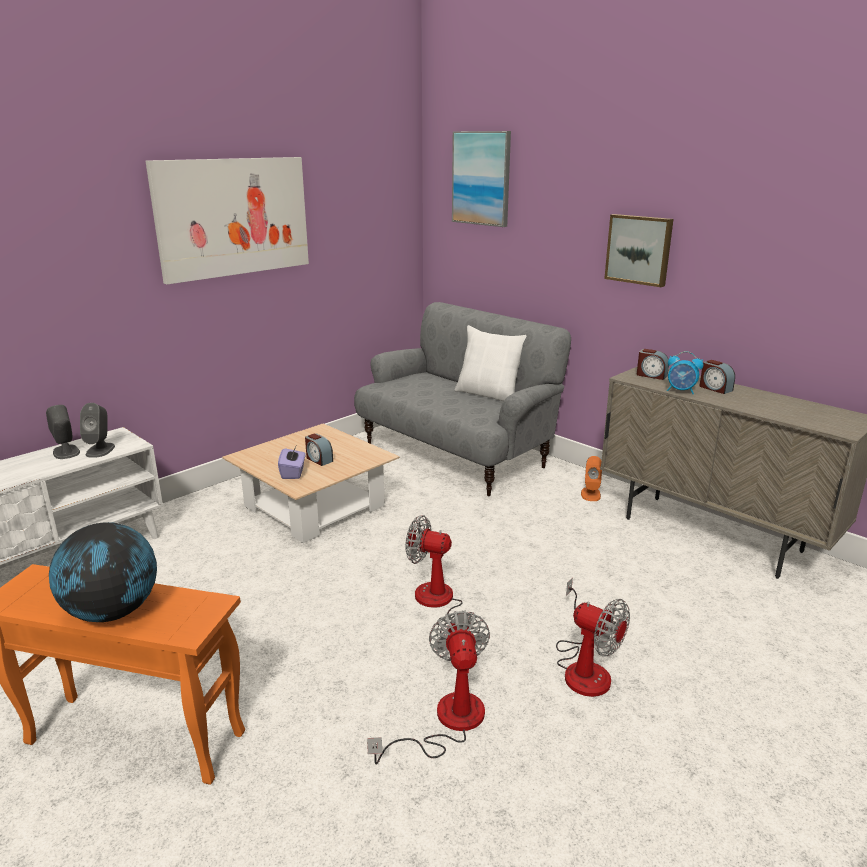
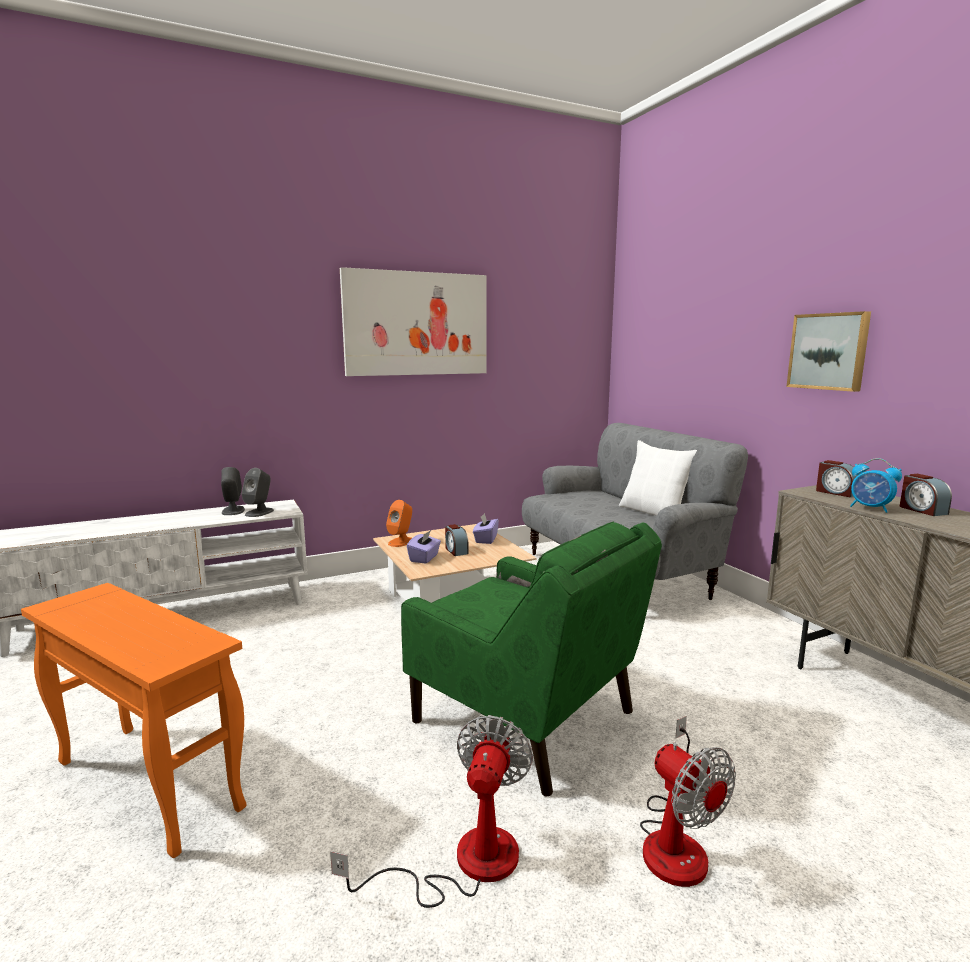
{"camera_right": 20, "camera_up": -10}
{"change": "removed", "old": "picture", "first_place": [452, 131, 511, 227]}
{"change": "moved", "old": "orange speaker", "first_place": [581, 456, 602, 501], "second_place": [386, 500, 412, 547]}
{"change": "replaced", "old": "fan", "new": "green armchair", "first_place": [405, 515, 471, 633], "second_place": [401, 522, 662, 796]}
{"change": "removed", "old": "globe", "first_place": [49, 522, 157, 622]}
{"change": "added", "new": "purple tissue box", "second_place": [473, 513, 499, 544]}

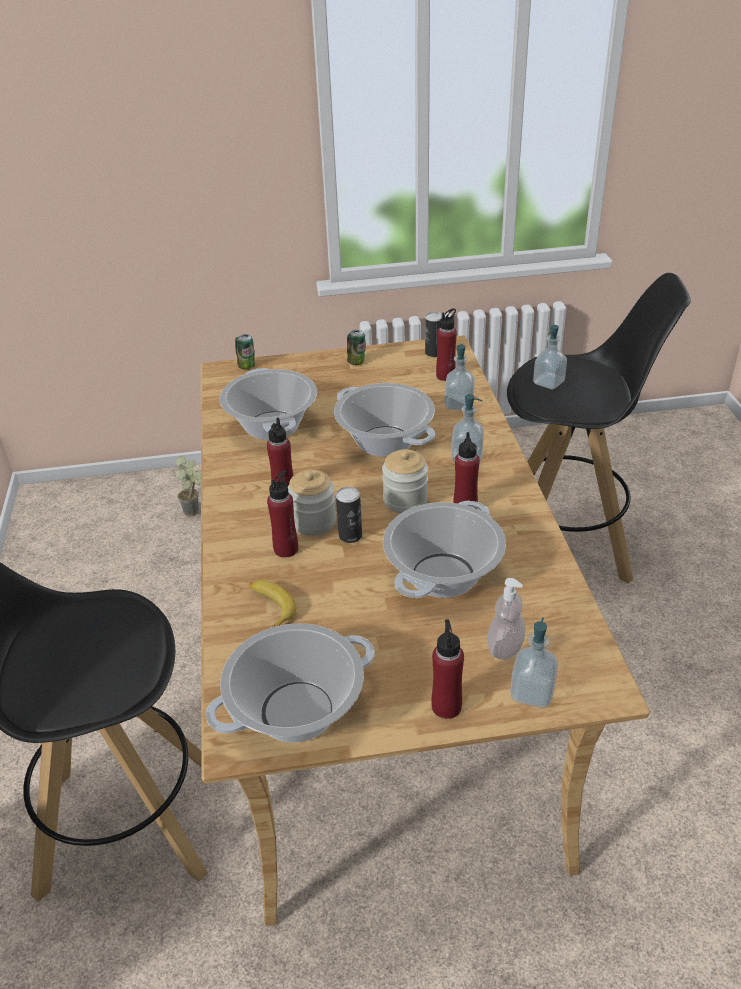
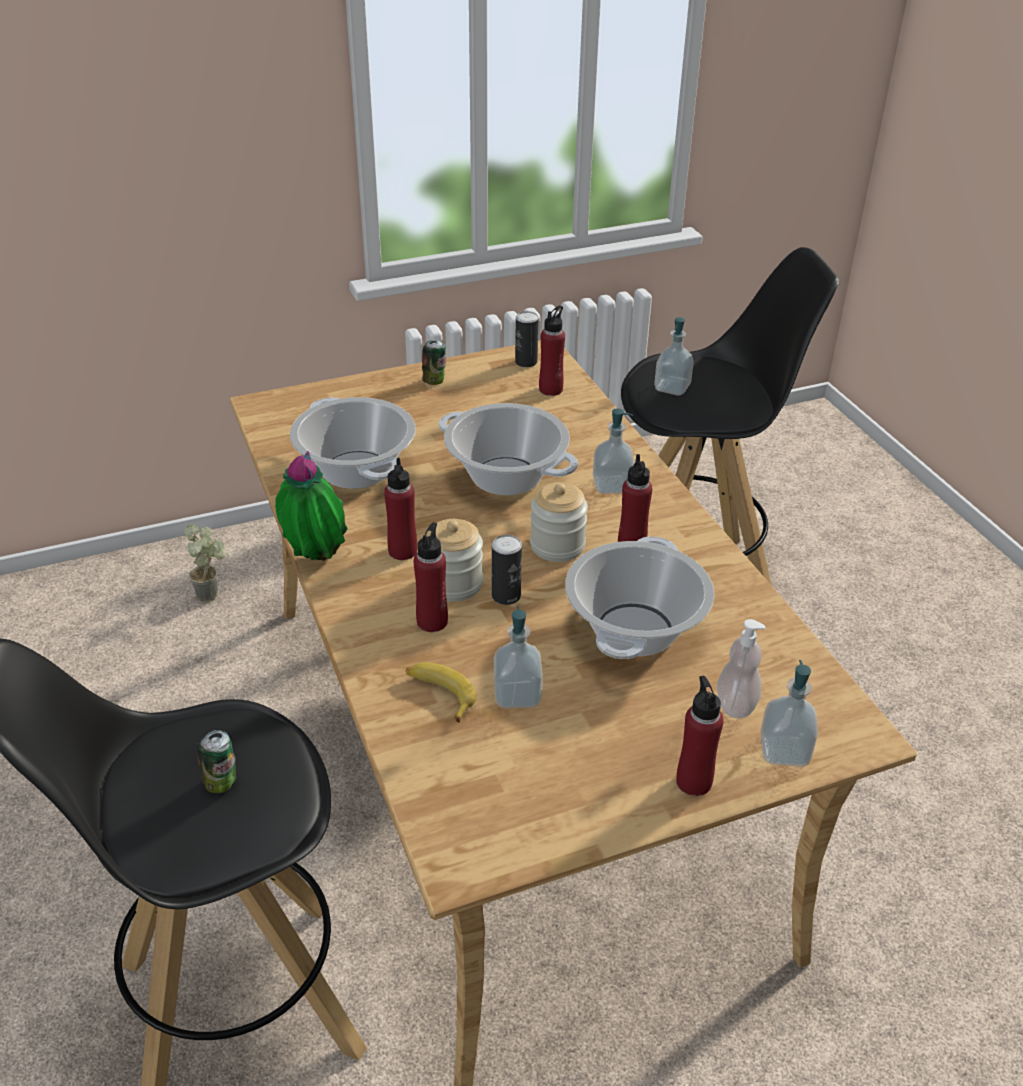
{"camera_right": -15, "camera_up": 0}
{"change": "moved", "old": "can", "first_place": [235, 334, 255, 369], "second_place": [197, 730, 236, 793]}
{"change": "moved", "old": "soap dispenser", "first_place": [445, 344, 475, 410], "second_place": [494, 606, 543, 709]}
{"change": "removed", "old": "cooking pot", "first_place": [206, 623, 375, 743]}
{"change": "added", "new": "potted plant", "second_place": [275, 451, 347, 561]}

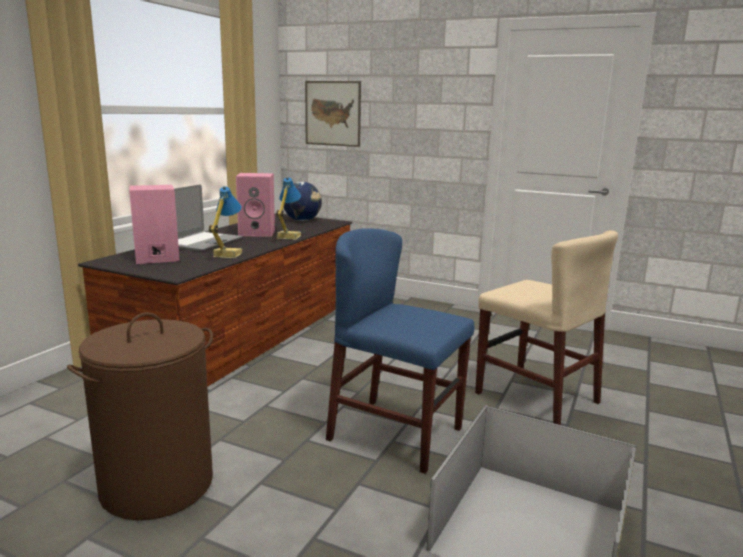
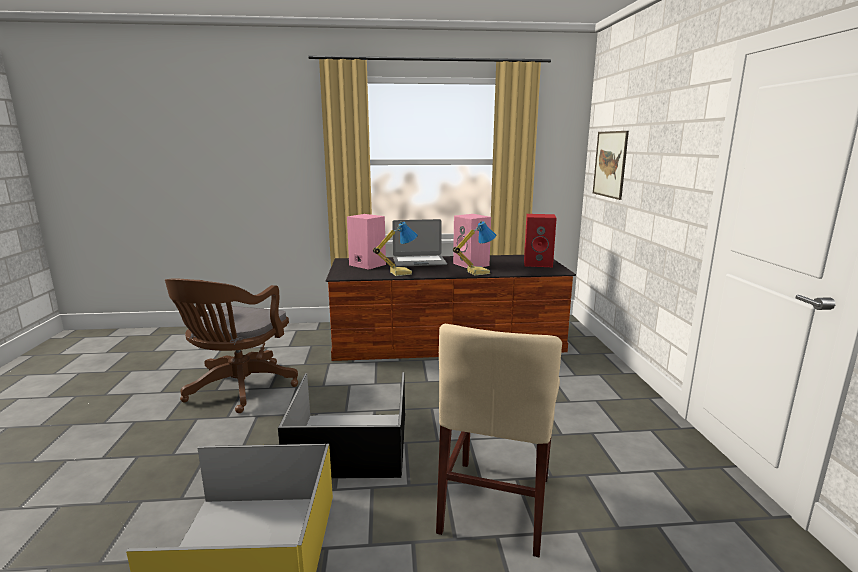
{"camera_right": 60, "camera_up": 0}
{"change": "replaced", "old": "globe", "new": "red speaker", "first_place": [284, 182, 322, 221], "second_place": [524, 214, 557, 267]}
{"change": "replaced", "old": "blue chair", "new": "black storage box", "first_place": [326, 228, 474, 474], "second_place": [278, 372, 405, 479]}
{"change": "replaced", "old": "brown laundry basket", "new": "brown office chair", "first_place": [67, 312, 213, 520], "second_place": [165, 278, 298, 413]}

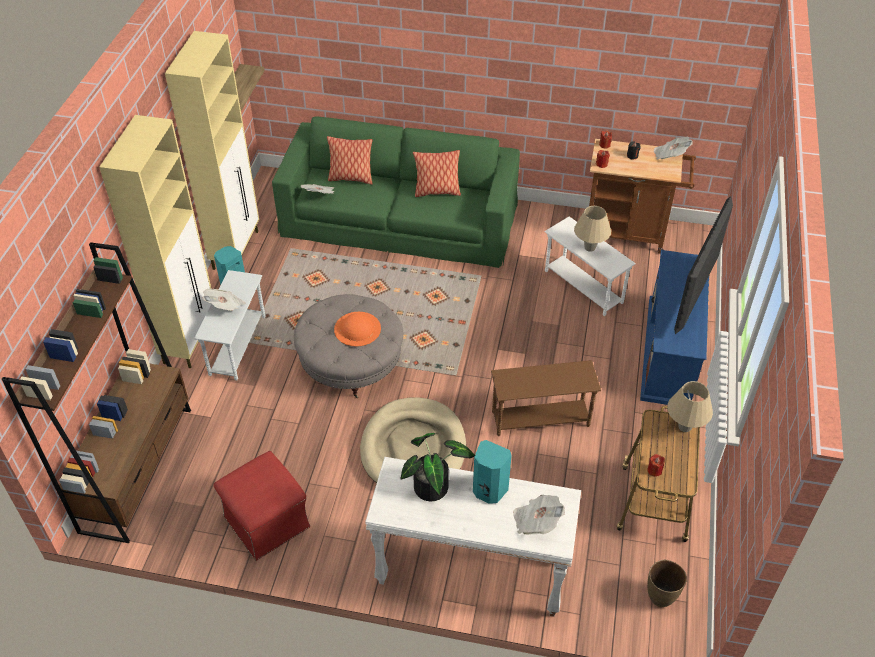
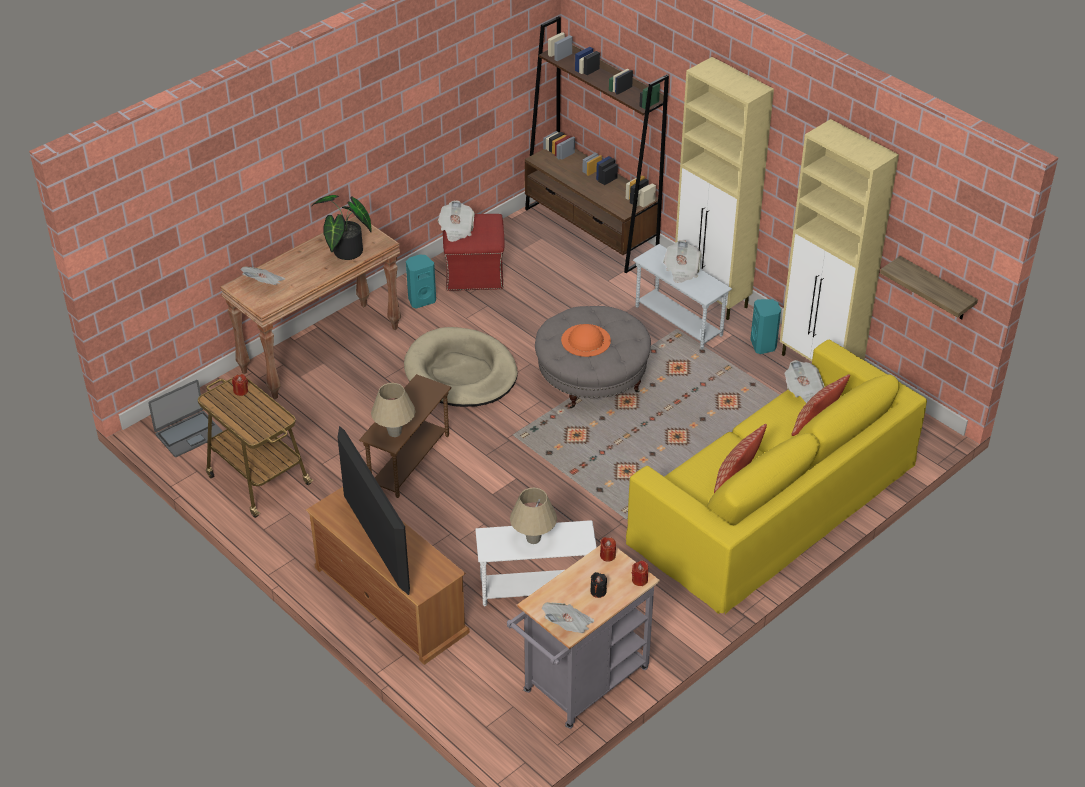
{"camera_right": 125, "camera_up": -5}
{"change": "recoloured", "old": "green sofa", "new": "yellow sofa", "first_place": [272, 116, 520, 268], "second_place": [626, 340, 927, 614]}
{"change": "recoloured", "old": "brown cart", "new": "grey cart", "first_place": [589, 139, 696, 253], "second_place": [507, 545, 660, 729]}
{"change": "recoloured", "old": "blue tv stand", "new": "brown tv stand", "first_place": [640, 250, 709, 405], "second_place": [306, 487, 470, 665]}
{"change": "moved", "old": "beige table lamp", "first_place": [667, 381, 713, 432], "second_place": [371, 383, 416, 437]}
{"change": "moved", "old": "turquoise speaker", "first_place": [473, 440, 512, 504], "second_place": [406, 254, 436, 309]}
{"change": "recoloured", "old": "white console table", "new": "brown console table", "first_place": [365, 457, 581, 617], "second_place": [220, 216, 401, 399]}
{"change": "replaced", "old": "brown vase", "new": "laptop", "first_place": [647, 560, 687, 607], "second_place": [148, 380, 222, 457]}
{"change": "added", "new": "newspaper", "second_place": [438, 200, 475, 242]}

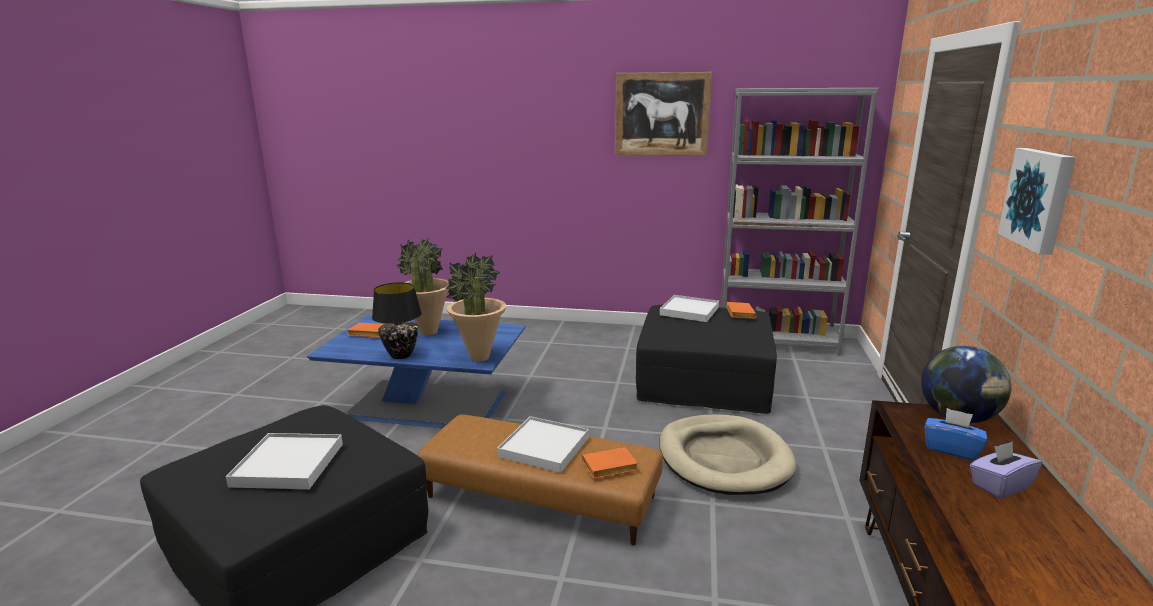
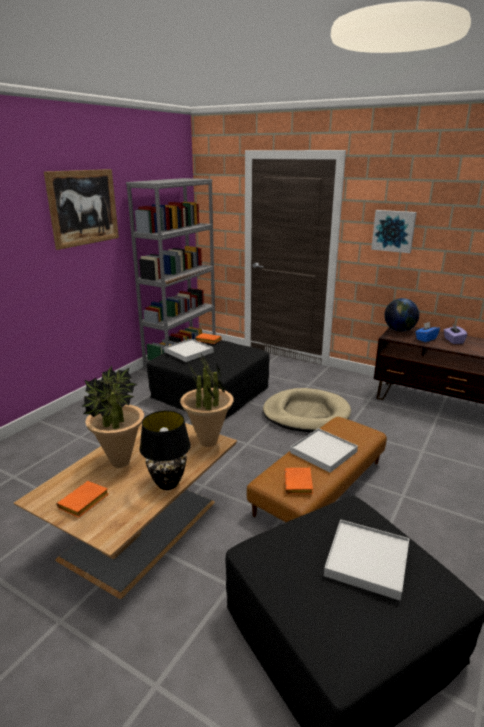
{"camera_right": -70, "camera_up": 5}
{"change": "recoloured", "old": "blue coffee table", "new": "brown coffee table", "first_place": [307, 315, 526, 428], "second_place": [14, 423, 237, 599]}
{"change": "moved", "old": "orange book", "first_place": [582, 447, 638, 479], "second_place": [284, 468, 313, 494]}

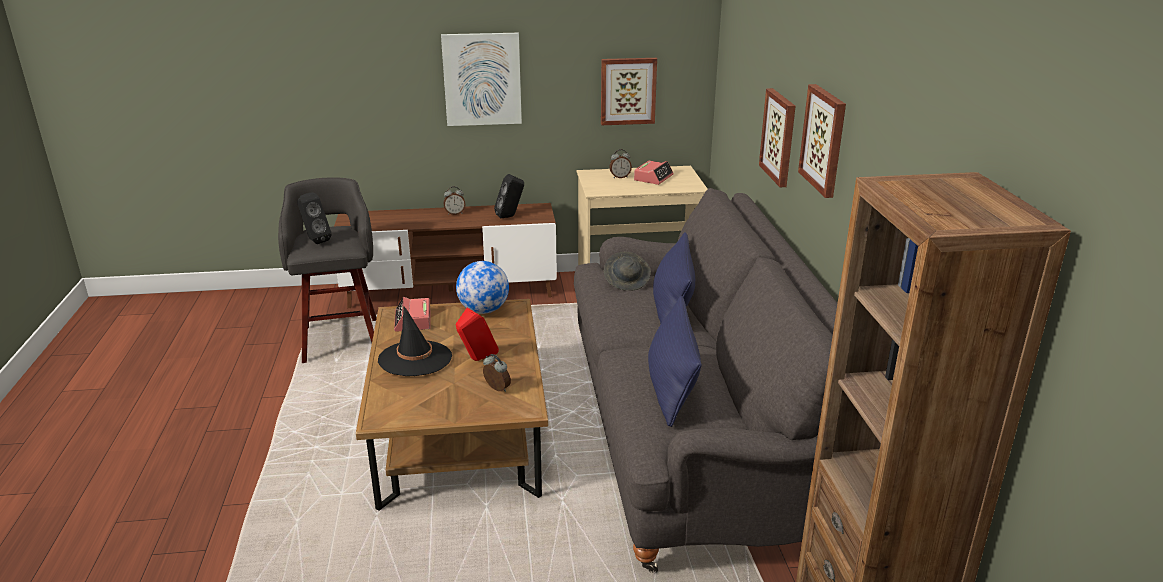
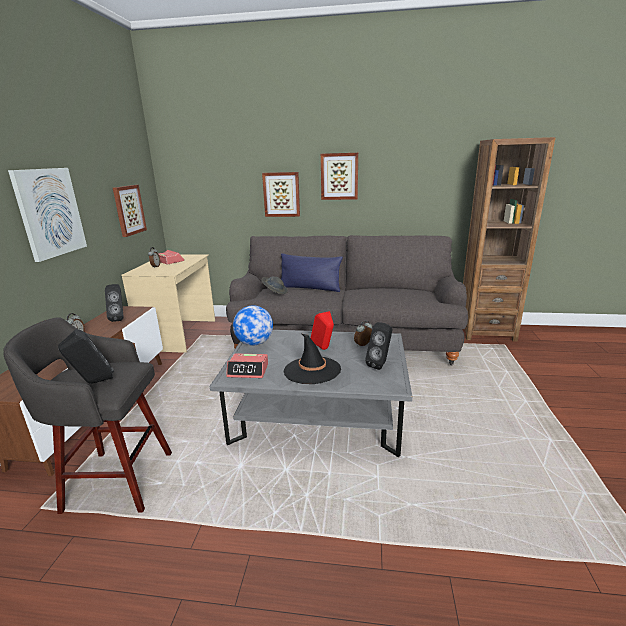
{"camera_right": -75, "camera_up": -5}
{"change": "removed", "old": "blue pillow", "first_place": [648, 296, 702, 427]}
{"change": "recoloured", "old": "brown coffee table", "new": "grey coffee table", "first_place": [356, 299, 548, 511], "second_place": [210, 330, 412, 457]}
{"change": "added", "new": "black speaker", "second_place": [365, 322, 392, 370]}

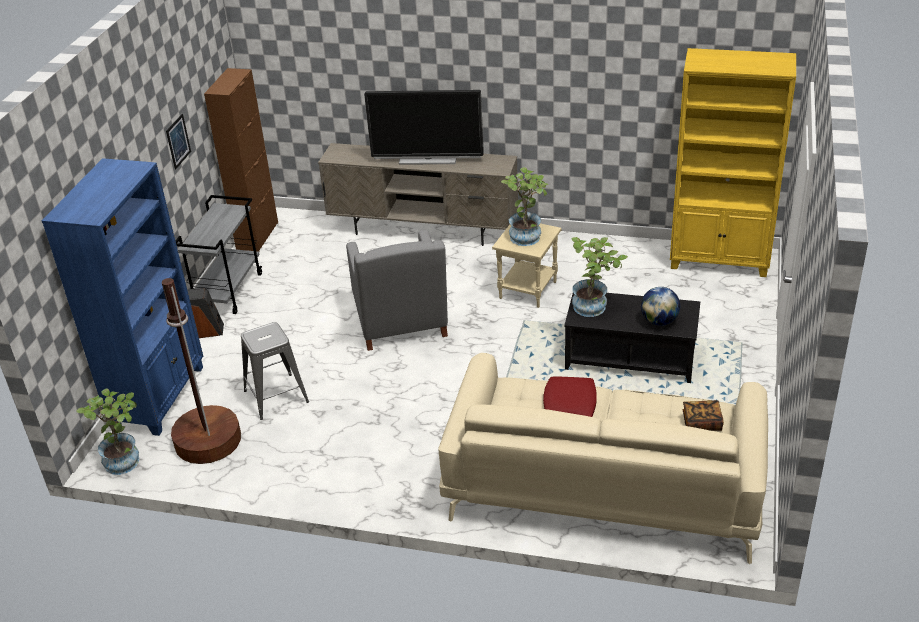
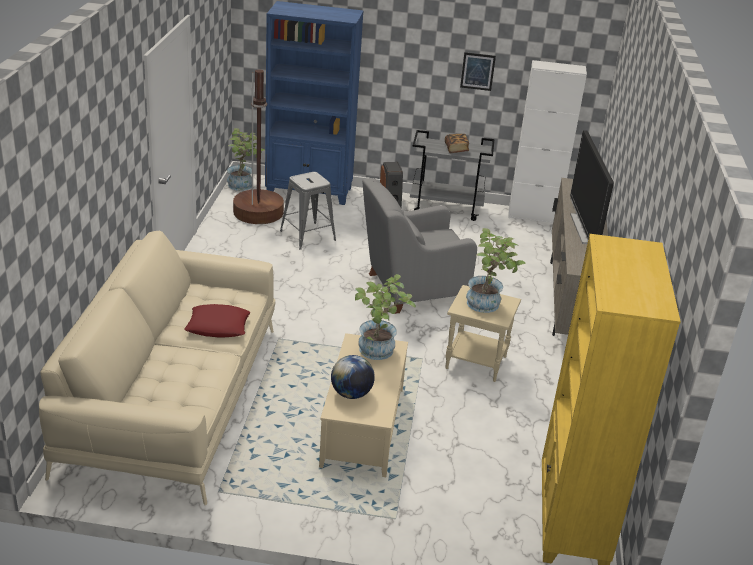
{"camera_right": 80, "camera_up": -5}
{"change": "recoloured", "old": "brown cabinet", "new": "white cabinet", "first_place": [204, 68, 278, 252], "second_place": [508, 60, 587, 223]}
{"change": "recoloured", "old": "black coffee table", "new": "beige coffee table", "first_place": [564, 293, 700, 383], "second_place": [319, 333, 408, 477]}
{"change": "moved", "old": "book", "first_place": [683, 400, 724, 431], "second_place": [445, 134, 469, 153]}

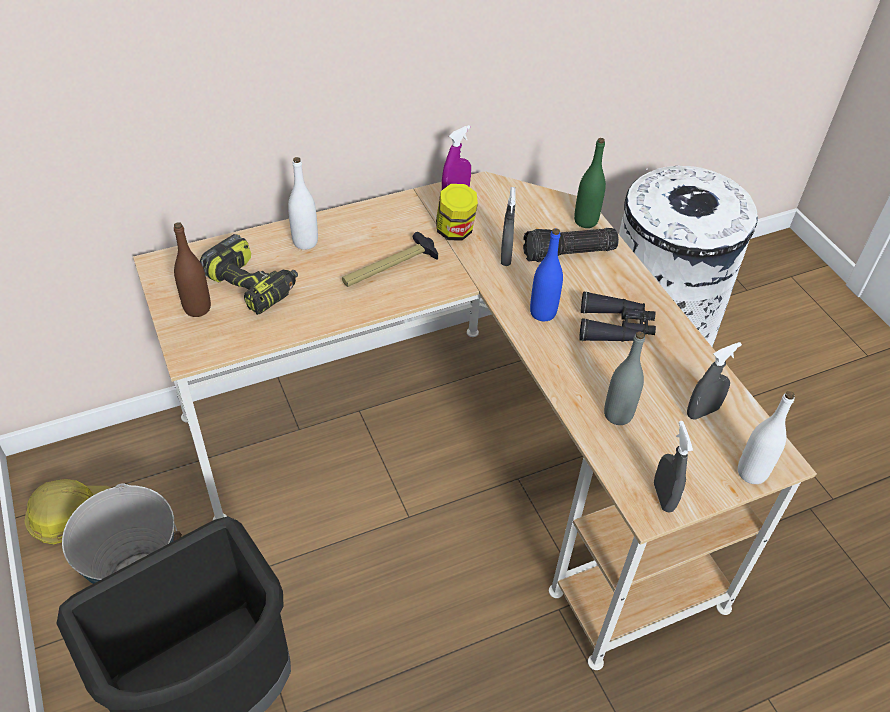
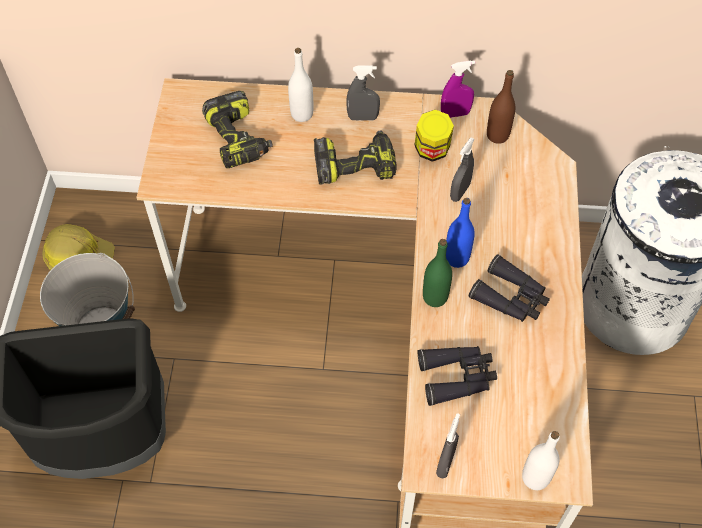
{"camera_right": 30, "camera_up": 10}
{"change": "moved", "old": "green bottle", "first_place": [574, 138, 606, 228], "second_place": [423, 239, 452, 307]}
{"change": "moved", "old": "brown bottle", "first_place": [174, 222, 211, 317], "second_place": [487, 70, 515, 144]}
{"change": "removed", "old": "flashlight", "first_place": [523, 228, 619, 262]}
{"change": "replaced", "old": "hammer", "new": "power drill", "first_place": [342, 232, 438, 287], "second_place": [314, 131, 397, 185]}
{"change": "replaced", "old": "grey bottle", "new": "black binoculars", "first_place": [604, 331, 645, 425], "second_place": [418, 346, 497, 406]}
{"change": "moved", "old": "grey spray bottle", "first_place": [687, 342, 742, 420], "second_place": [346, 66, 380, 121]}

